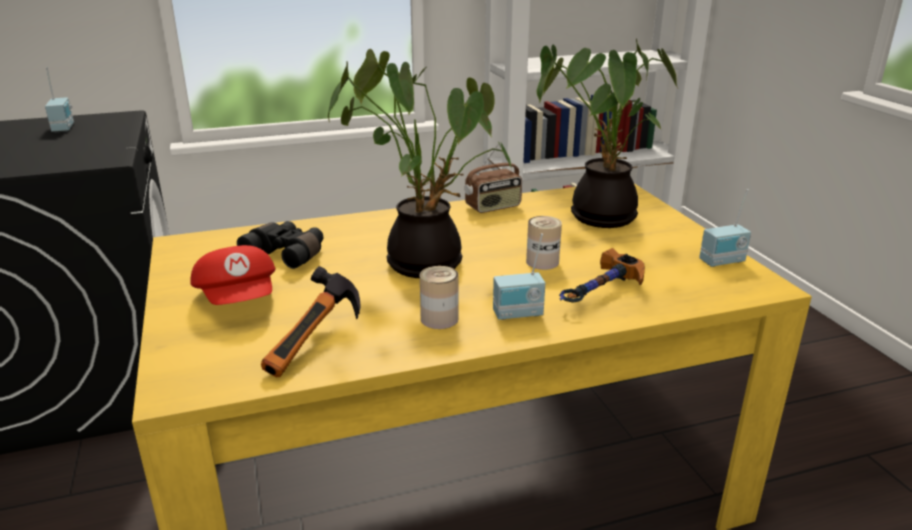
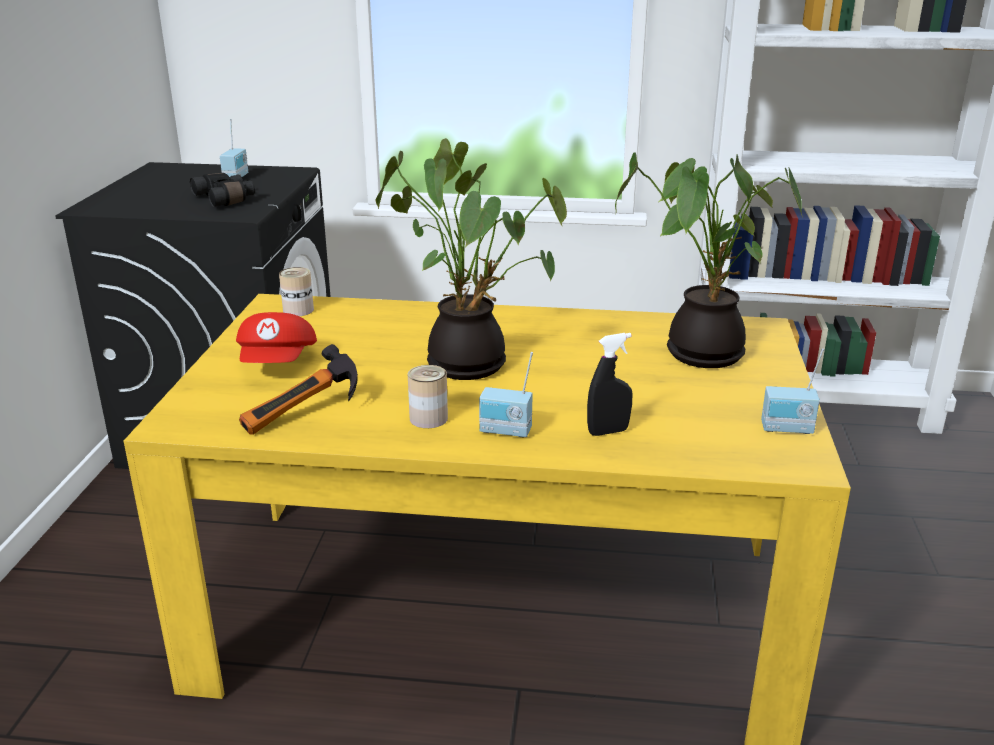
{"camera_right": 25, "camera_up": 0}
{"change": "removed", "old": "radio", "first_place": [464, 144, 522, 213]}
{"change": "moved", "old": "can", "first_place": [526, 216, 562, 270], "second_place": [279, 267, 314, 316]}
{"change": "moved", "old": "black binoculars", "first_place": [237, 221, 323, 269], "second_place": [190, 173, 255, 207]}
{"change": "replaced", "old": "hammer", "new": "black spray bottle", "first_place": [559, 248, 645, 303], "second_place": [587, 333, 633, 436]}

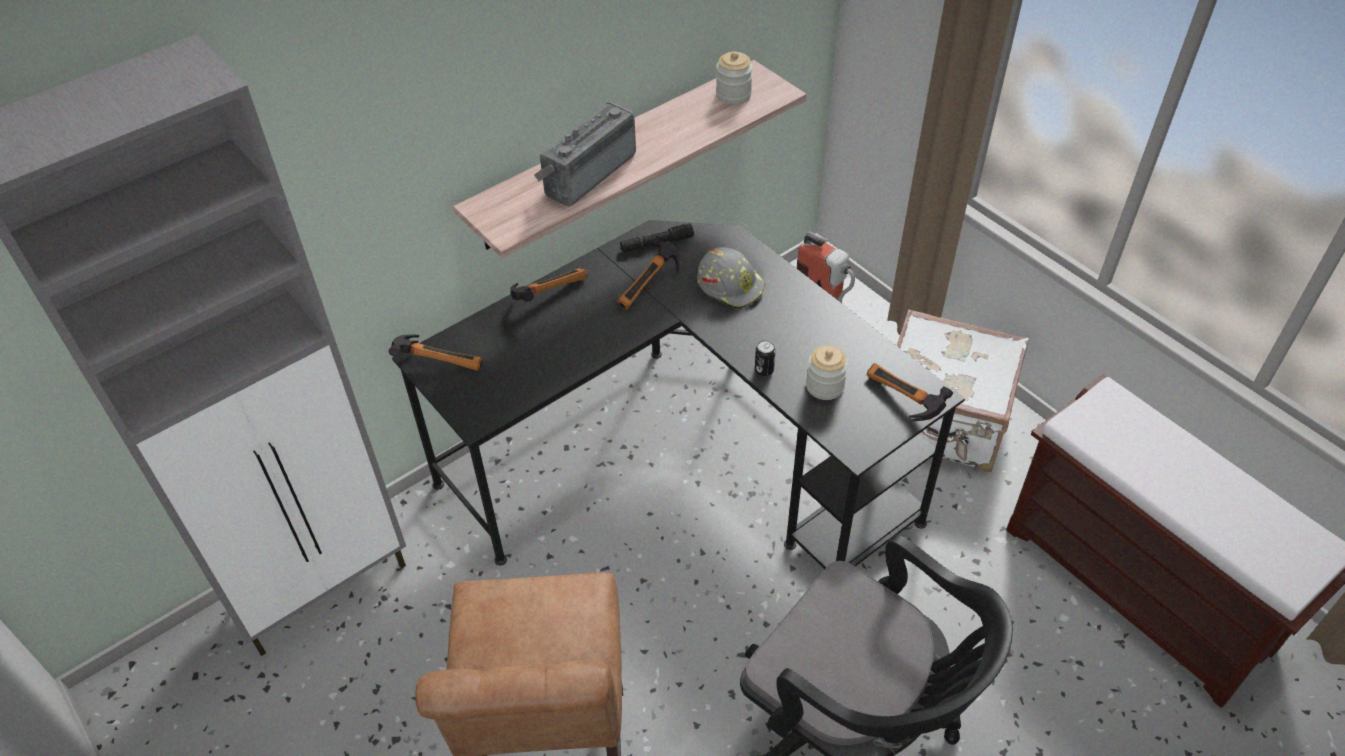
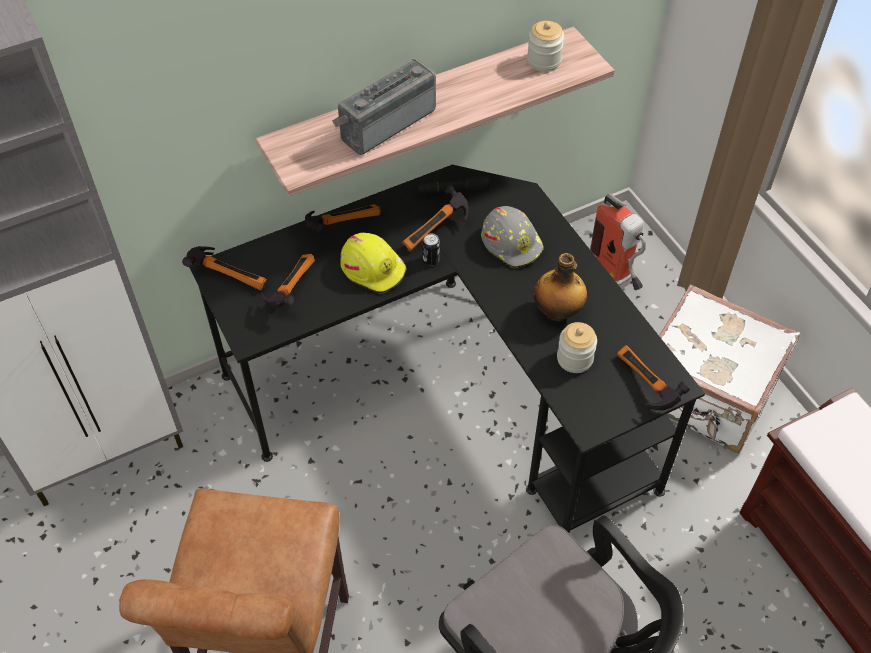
{"camera_right": 10, "camera_up": 5}
{"change": "moved", "old": "can", "first_place": [755, 340, 776, 376], "second_place": [422, 233, 440, 266]}
{"change": "added", "new": "yellow hard hat", "second_place": [340, 233, 407, 294]}
{"change": "added", "new": "bottle", "second_place": [533, 253, 587, 321]}
{"change": "added", "new": "hammer", "second_place": [262, 254, 315, 308]}

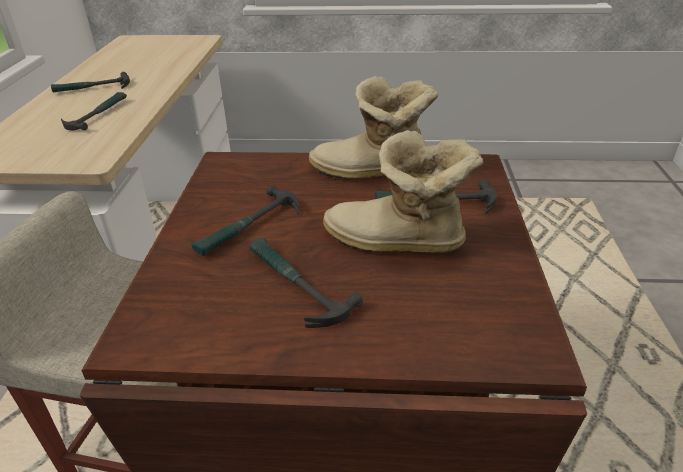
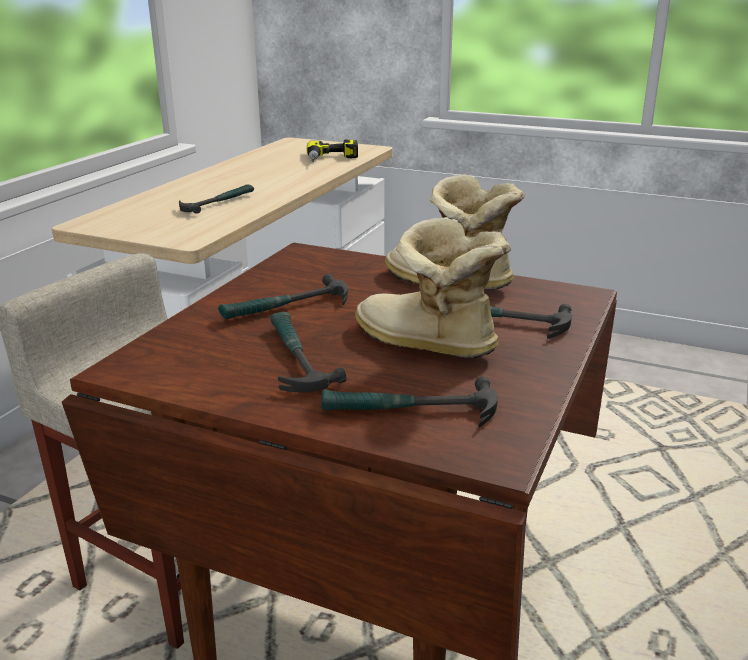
{"camera_right": 20, "camera_up": -10}
{"change": "moved", "old": "hammer", "first_place": [51, 72, 130, 93], "second_place": [321, 377, 498, 428]}
{"change": "added", "new": "power drill", "second_place": [307, 139, 358, 162]}

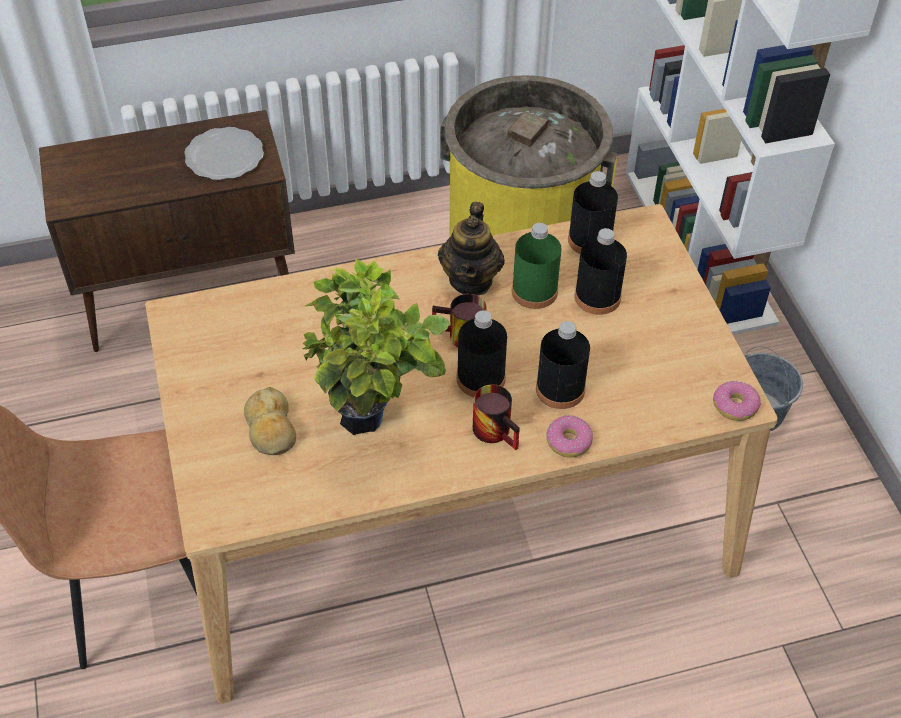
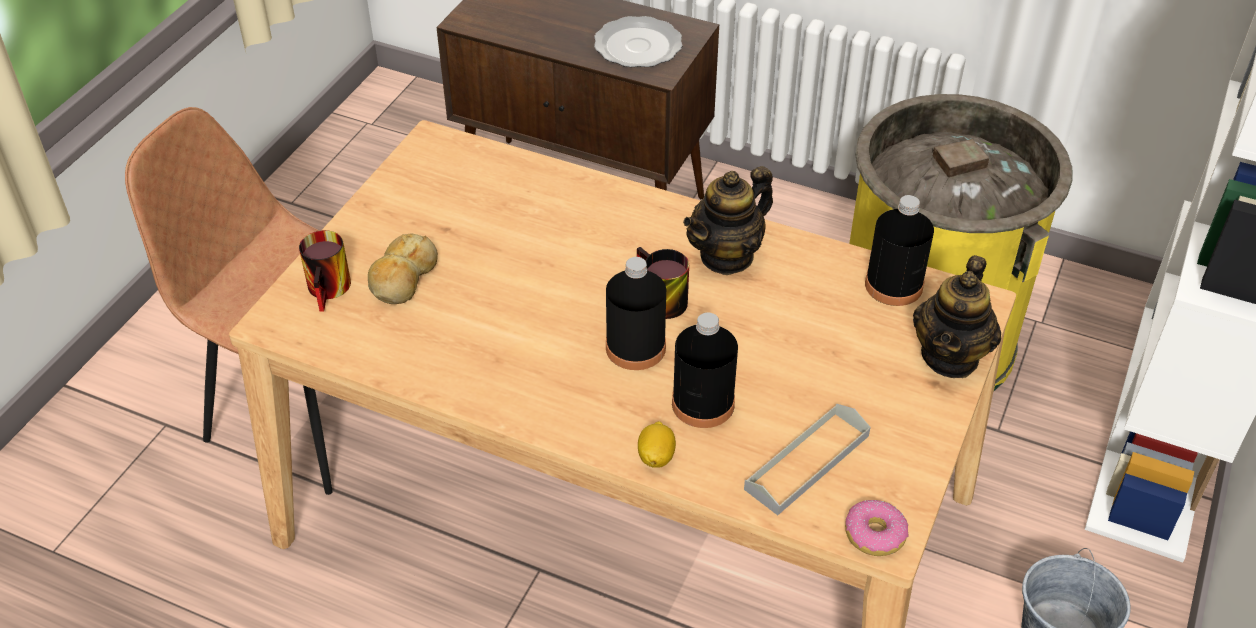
{"camera_right": 40, "camera_up": -5}
{"change": "removed", "old": "green bottle", "first_place": [512, 223, 562, 309]}
{"change": "removed", "old": "black bottle", "first_place": [574, 228, 627, 315]}
{"change": "removed", "old": "potted plant", "first_place": [303, 258, 451, 435]}
{"change": "moved", "old": "mug", "first_place": [473, 384, 520, 450], "second_place": [299, 230, 351, 312]}
{"change": "replaced", "old": "donut", "new": "lemon", "first_place": [546, 415, 593, 458], "second_place": [638, 421, 676, 467]}
{"change": "added", "new": "teapot", "second_place": [913, 255, 1001, 378]}
{"change": "added", "new": "grey tray", "second_place": [744, 404, 870, 515]}

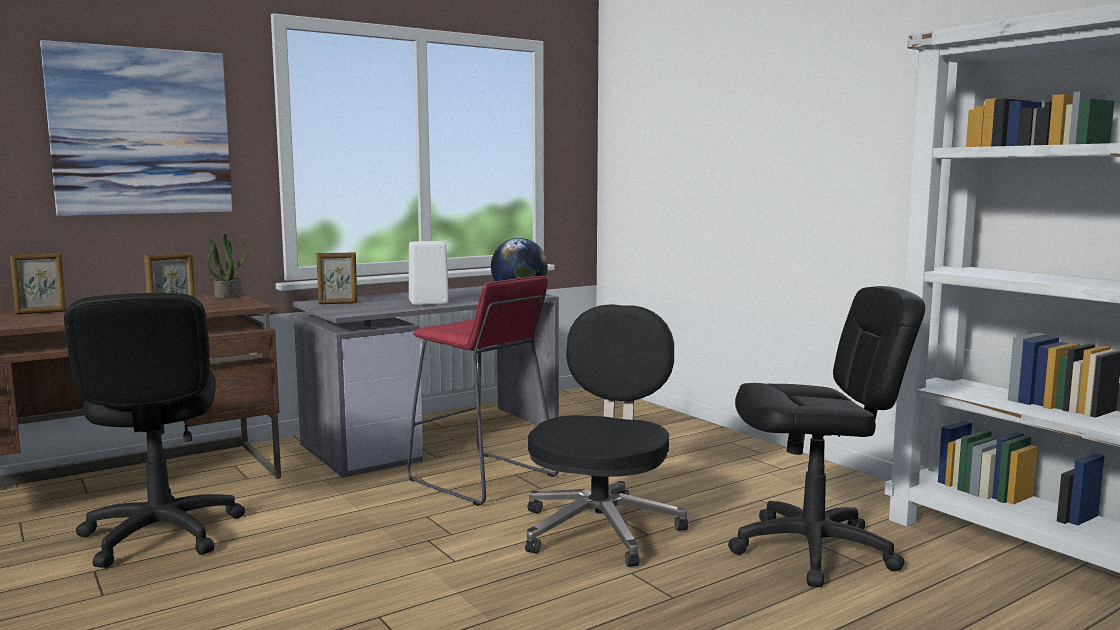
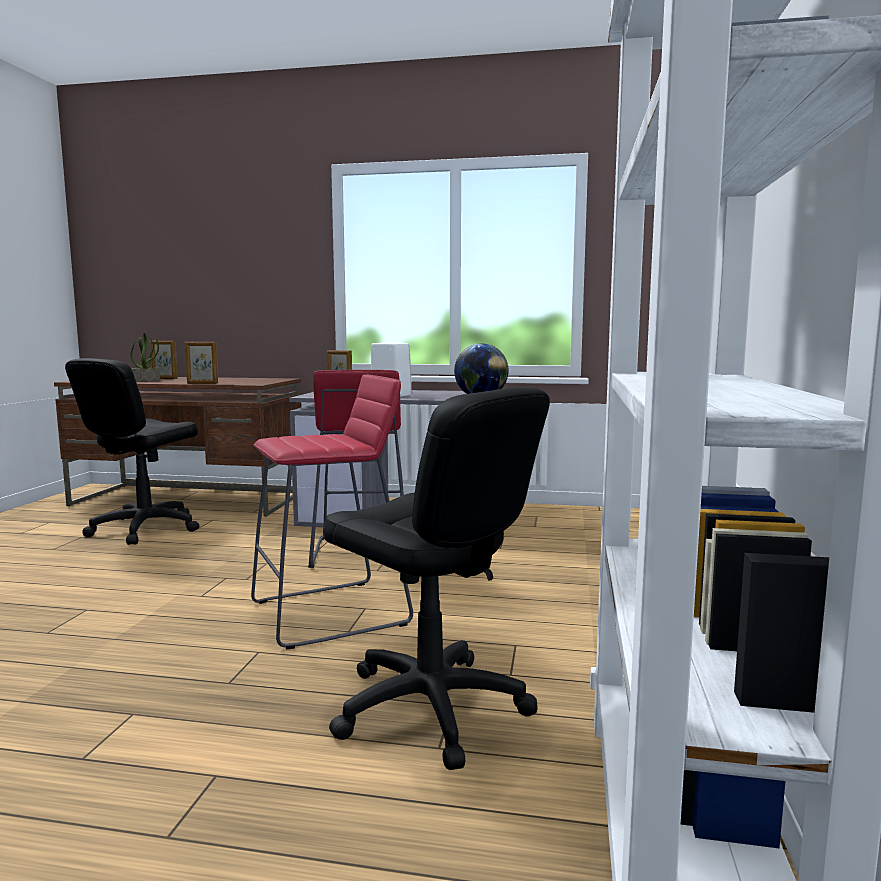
{"camera_right": 45, "camera_up": 0}
{"change": "removed", "old": "picture", "first_place": [40, 40, 232, 216]}
{"change": "moved", "old": "potted plant", "first_place": [206, 233, 246, 299], "second_place": [130, 333, 160, 382]}
{"change": "replaced", "old": "black office chair", "new": "red stool", "first_place": [525, 304, 688, 567], "second_place": [251, 374, 413, 650]}

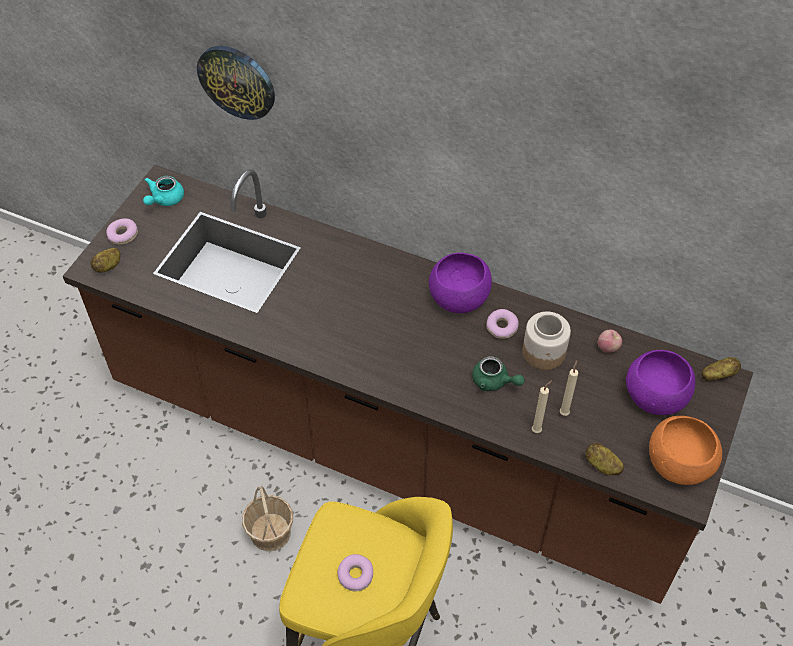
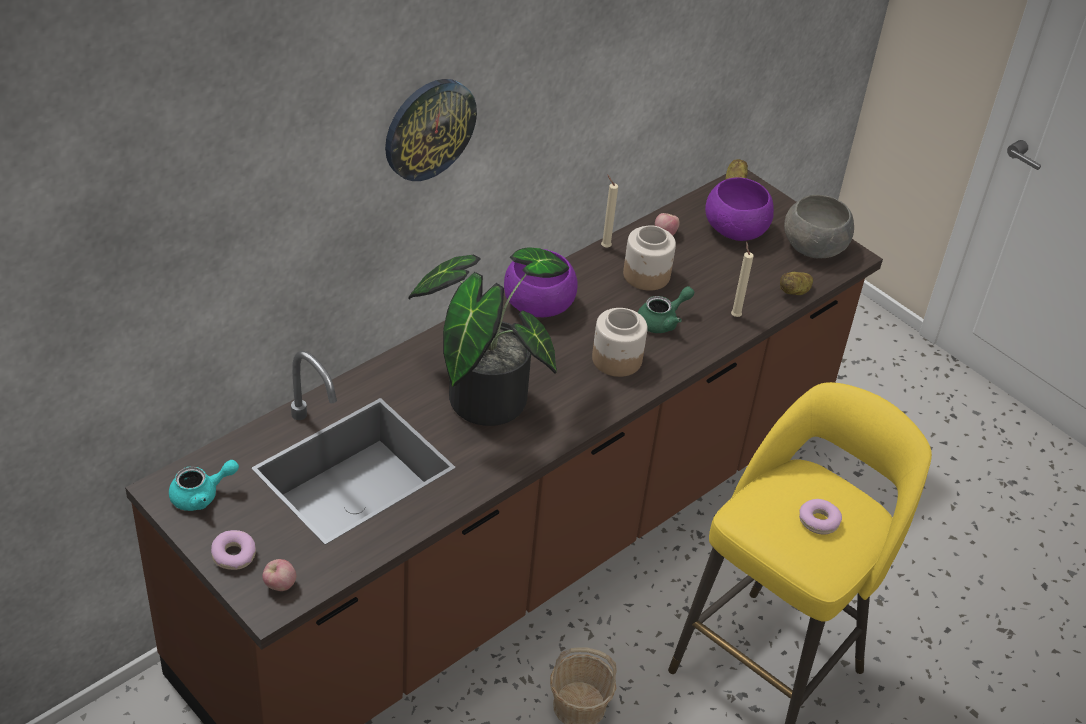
{"camera_right": -70, "camera_up": -10}
{"change": "moved", "old": "wall clock", "first_place": [197, 46, 275, 120], "second_place": [385, 79, 477, 181]}
{"change": "turned", "old": "turquoise teapot", "first_place": [143, 176, 184, 206], "second_place": [169, 460, 239, 511], "degrees": -75}
{"change": "replaced", "old": "potato", "new": "apple", "first_place": [90, 248, 120, 273], "second_place": [262, 559, 296, 591]}
{"change": "removed", "old": "donut", "first_place": [486, 309, 519, 339]}
{"change": "moved", "old": "beige candle", "first_place": [560, 360, 578, 416], "second_place": [601, 175, 618, 248]}
{"change": "recoloured", "old": "orange bowl", "new": "grey bowl", "first_place": [649, 416, 722, 485], "second_place": [784, 195, 854, 258]}
{"change": "added", "new": "potted plant", "second_place": [408, 247, 569, 426]}
{"change": "added", "new": "jar", "second_place": [592, 308, 647, 377]}

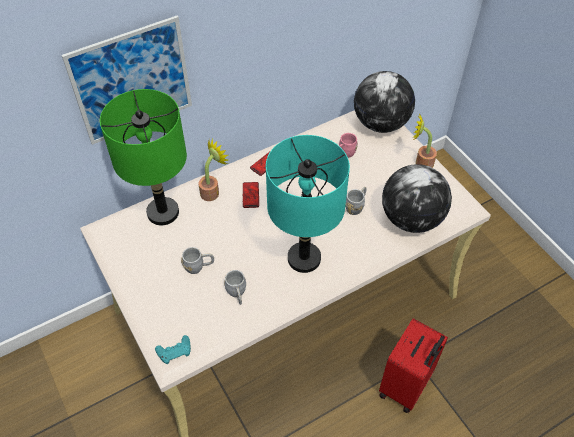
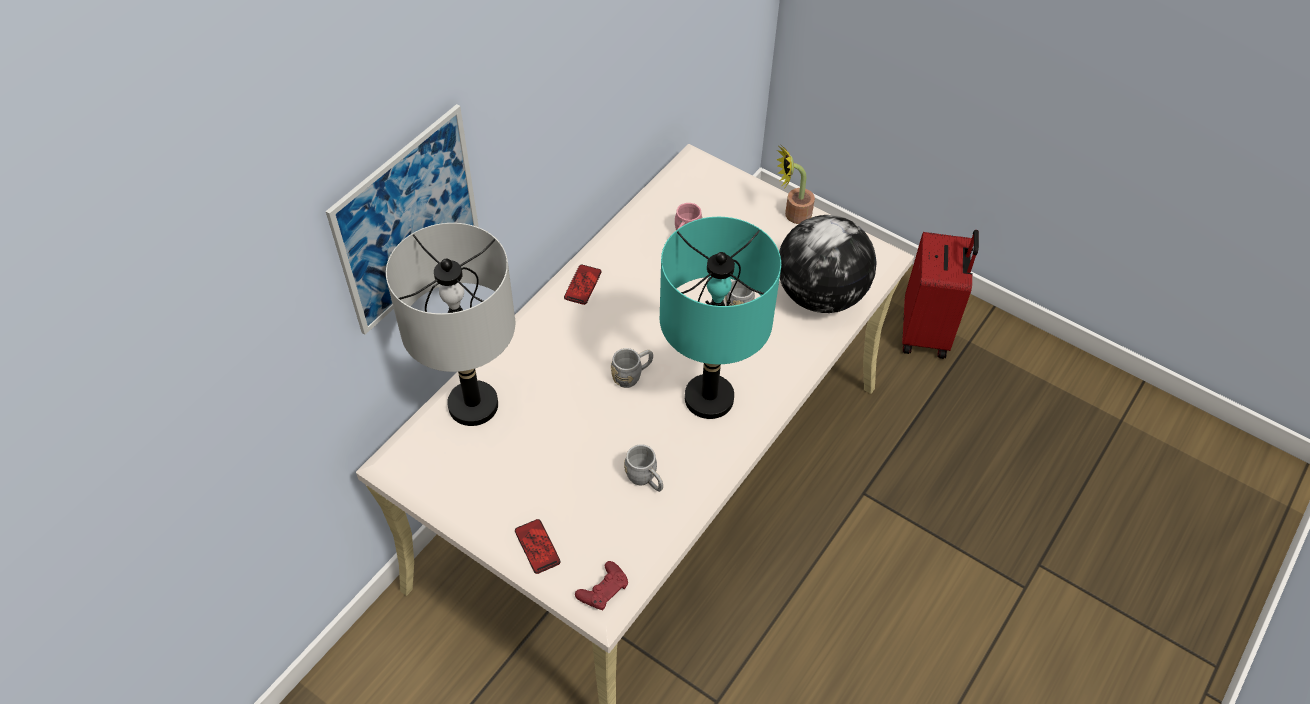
{"camera_right": -25, "camera_up": 0}
{"change": "removed", "old": "globe", "first_place": [354, 71, 415, 133]}
{"change": "recoloured", "old": "green table lamp", "new": "grey table lamp", "first_place": [100, 89, 187, 225], "second_place": [386, 223, 515, 426]}
{"change": "removed", "old": "potted plant", "first_place": [199, 139, 228, 201]}
{"change": "moved", "old": "phone", "first_place": [243, 182, 259, 208], "second_place": [515, 519, 561, 574]}
{"change": "moved", "old": "grey mug", "first_place": [181, 247, 214, 274], "second_place": [611, 348, 653, 388]}
{"change": "moved", "old": "red suitcase", "first_place": [379, 318, 448, 413], "second_place": [902, 230, 979, 359]}
{"change": "recoloured", "old": "turquoise game controller", "new": "red game controller", "first_place": [155, 335, 191, 364], "second_place": [575, 561, 628, 610]}

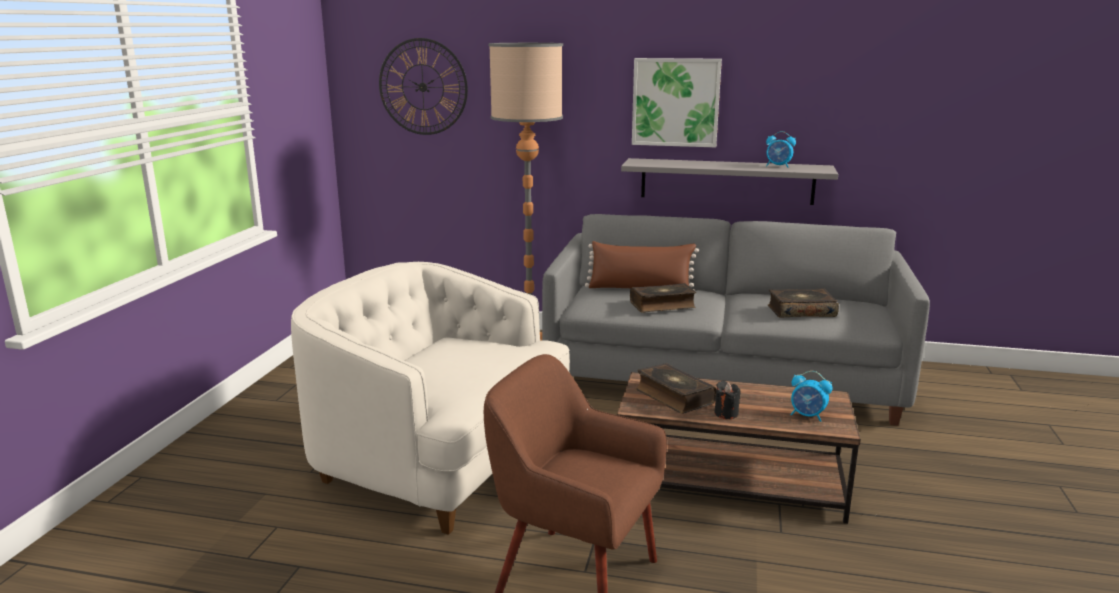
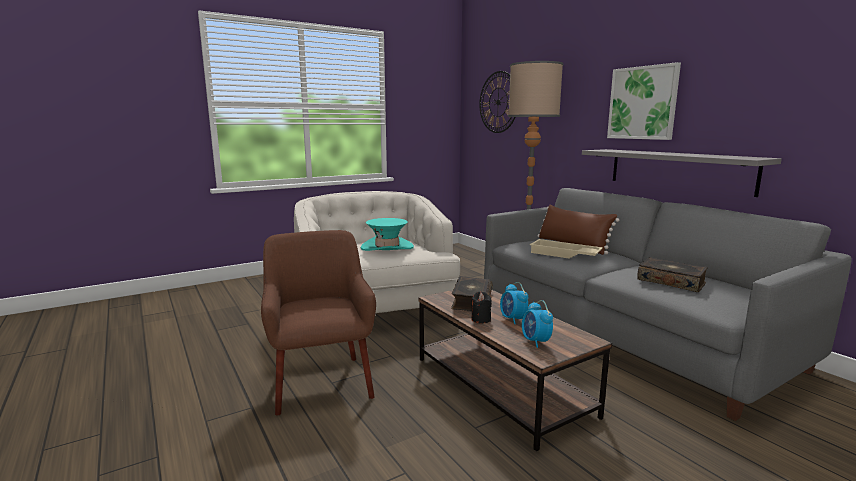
{"camera_right": 45, "camera_up": -5}
{"change": "moved", "old": "alarm clock", "first_place": [766, 131, 796, 168], "second_place": [500, 282, 528, 324]}
{"change": "replaced", "old": "book", "new": "beige tray", "first_place": [630, 283, 696, 313], "second_place": [530, 239, 603, 259]}
{"change": "added", "new": "turquoise hat", "second_place": [361, 218, 414, 251]}

